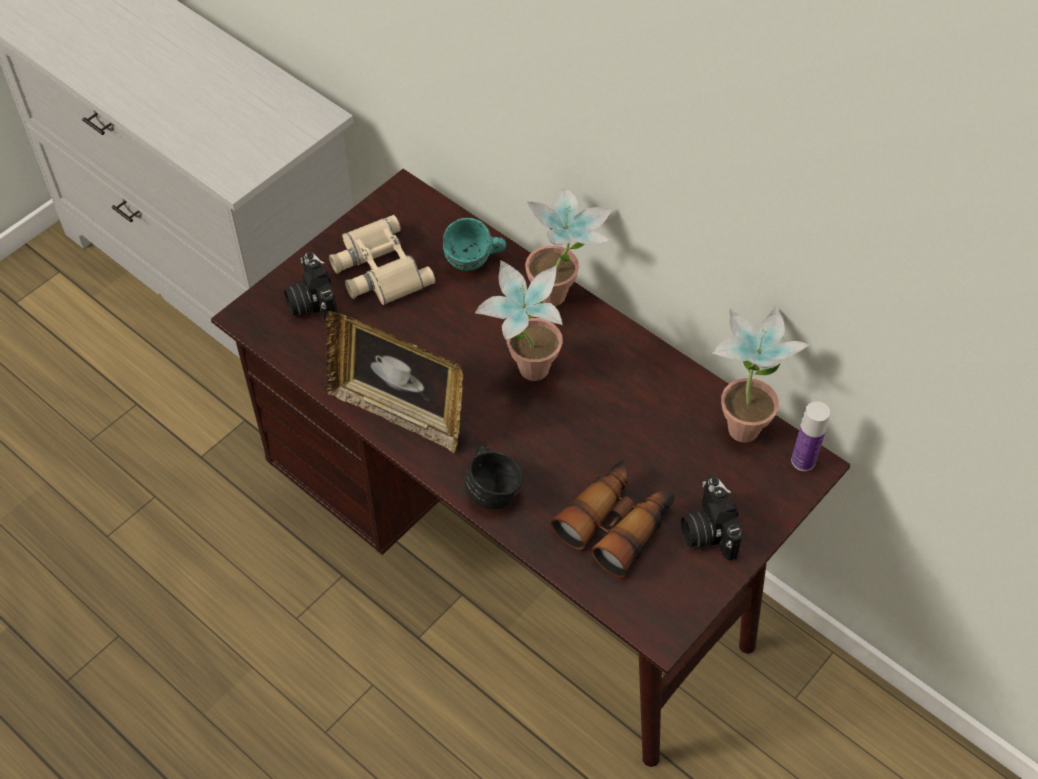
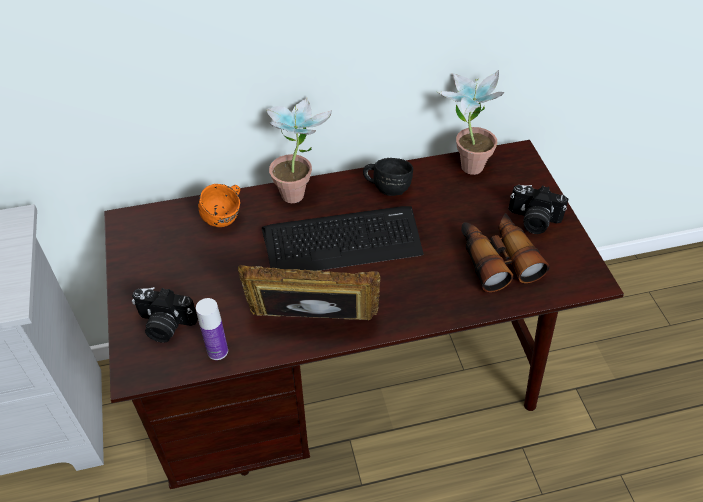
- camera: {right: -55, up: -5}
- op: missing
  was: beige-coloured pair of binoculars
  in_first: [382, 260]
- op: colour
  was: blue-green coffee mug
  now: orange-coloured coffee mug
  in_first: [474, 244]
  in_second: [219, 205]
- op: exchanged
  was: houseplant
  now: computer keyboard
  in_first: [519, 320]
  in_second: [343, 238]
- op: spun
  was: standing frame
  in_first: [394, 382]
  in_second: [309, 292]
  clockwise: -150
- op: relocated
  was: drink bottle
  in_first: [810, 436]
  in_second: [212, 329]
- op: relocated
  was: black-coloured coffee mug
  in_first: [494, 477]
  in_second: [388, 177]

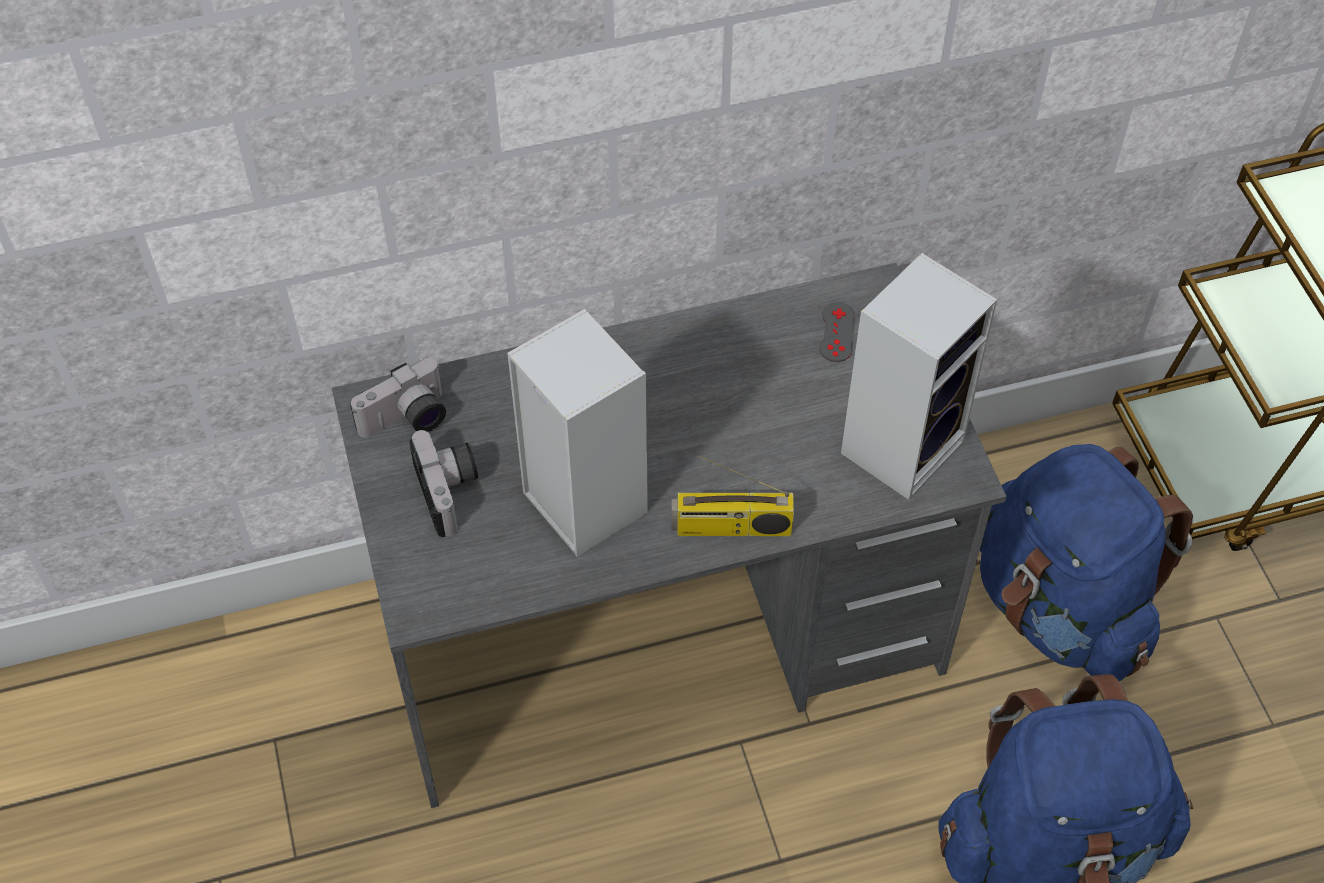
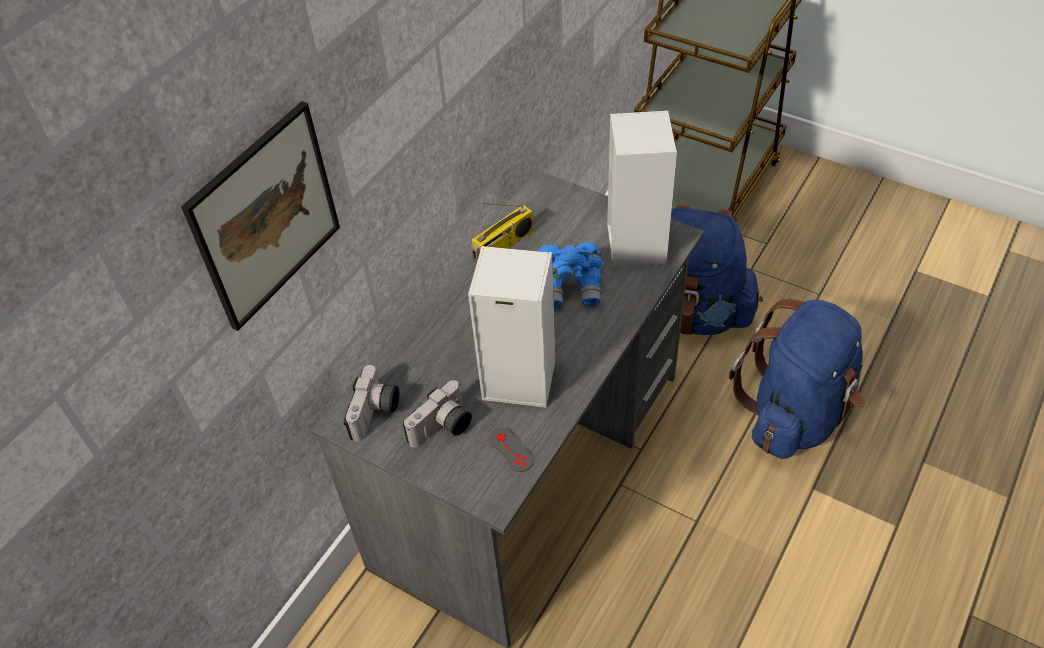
- camera: {right: -40, up: -5}
- op: relocated
  was: gray joypad
  in_first: [837, 332]
  in_second: [511, 450]
- op: spun
  was: photo camera
  in_first: [443, 483]
  in_second: [437, 414]
  clockwise: 105
- op: relocated
  was: radio set
  in_first: [732, 495]
  in_second: [502, 233]
- op: appeared
  now: picture
  in_second: [260, 216]
- op: appeared
  now: bluish pair of binoculars
  in_second: [571, 275]

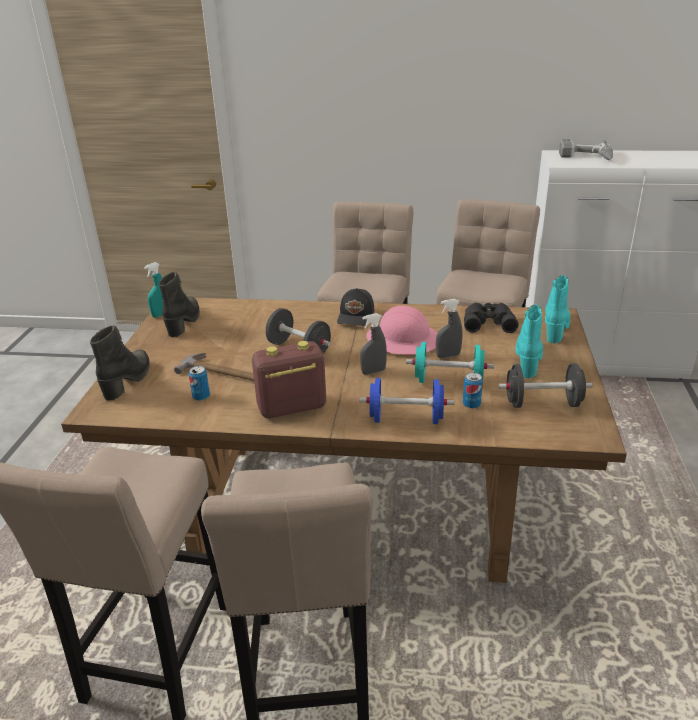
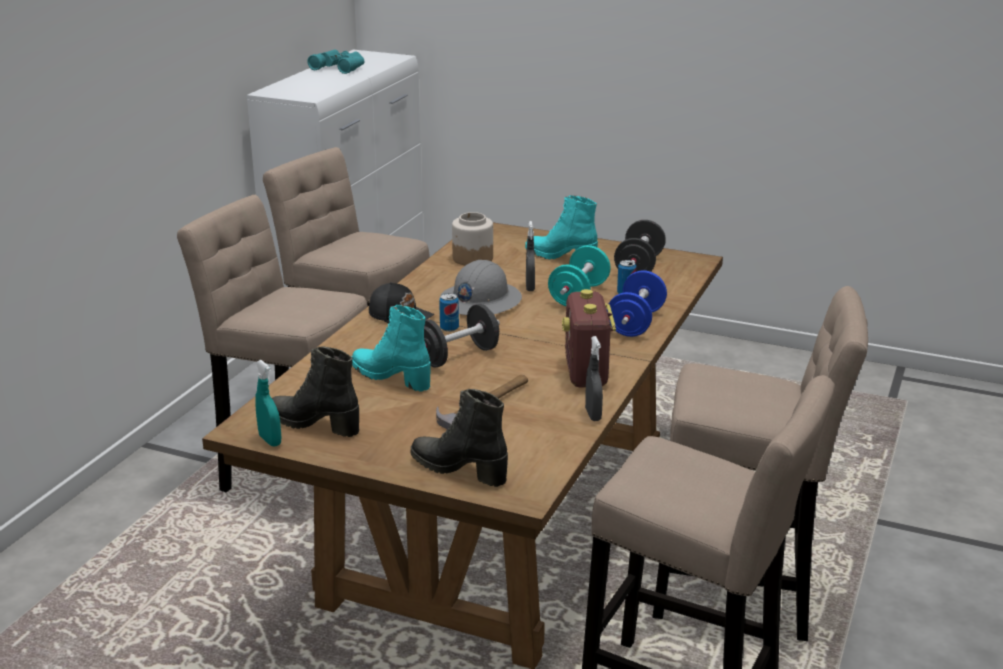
- camera: {right: -75, up: -5}
- op: missing
  was: drill
  in_first: [586, 149]
- op: relocated
  was: blue-green high-top boot
  in_first: [558, 309]
  in_second: [390, 348]
- op: exchanged
  was: black-coloured pair of binoculars
  now: storage jar
  in_first: [491, 318]
  in_second: [472, 238]
- op: colour
  was: pink-coloured work helmet
  now: gray work helmet
  in_first: [402, 330]
  in_second: [481, 287]
- op: relocated
  was: gray sprayer
  in_first: [373, 344]
  in_second: [594, 378]
- op: relocated
  was: can
  in_first: [199, 383]
  in_second: [449, 312]
- op: appeared
  now: blue-green pair of binoculars
  in_second: [335, 61]

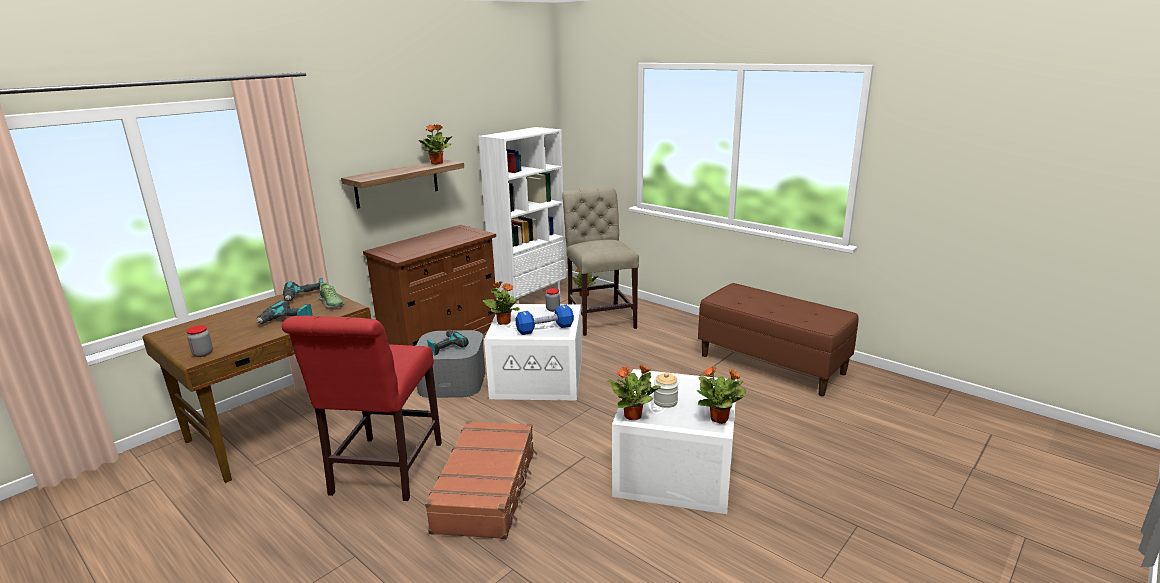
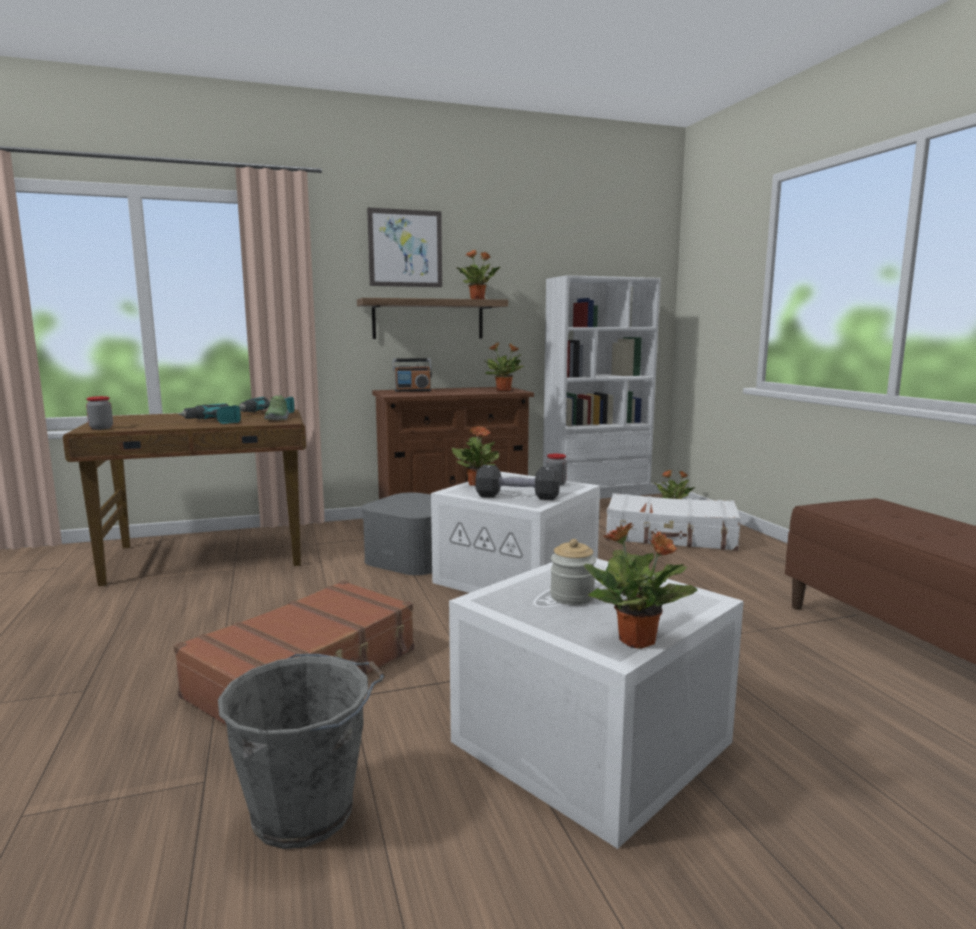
- camera: {right: 30, up: -10}
- op: exchanged
  was: beige-coloured upright chair
  now: whitish travel case
  in_first: [600, 261]
  in_second: [673, 522]
- op: colour
  was: bluish free weight
  now: black-coloured free weight
  in_first: [544, 320]
  in_second: [517, 482]
- op: missing
  was: red upright chair
  in_first: [362, 408]
- op: missing
  was: drill
  in_first: [447, 342]
- op: relocated
  was: houseplant
  in_first: [634, 392]
  in_second: [504, 366]
- op: appeared
  now: picture
  in_second: [404, 247]
- op: appeared
  now: radio set
  in_second: [412, 375]
- op: appeared
  now: gray water bucket
  in_second: [301, 751]

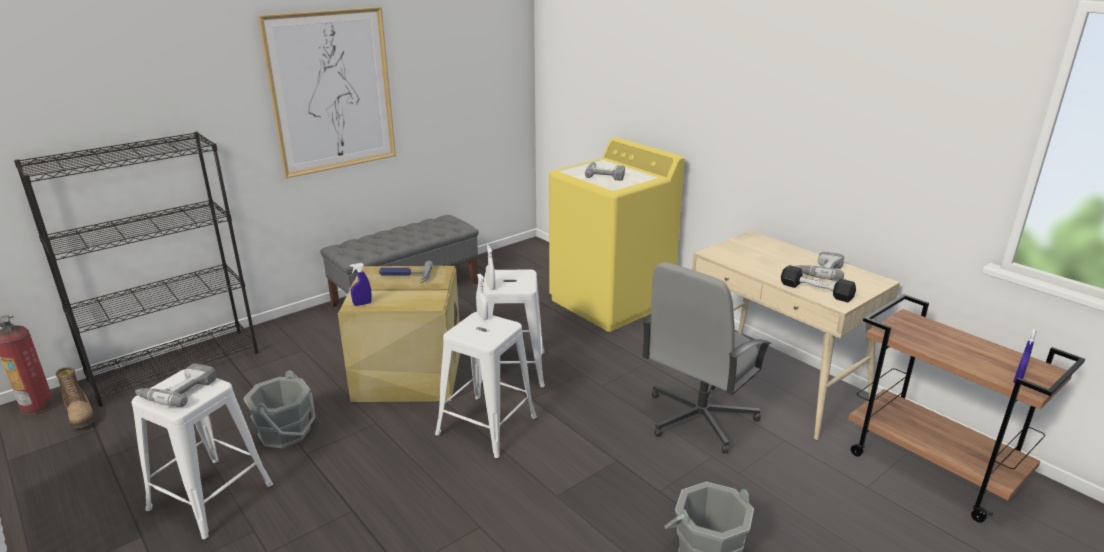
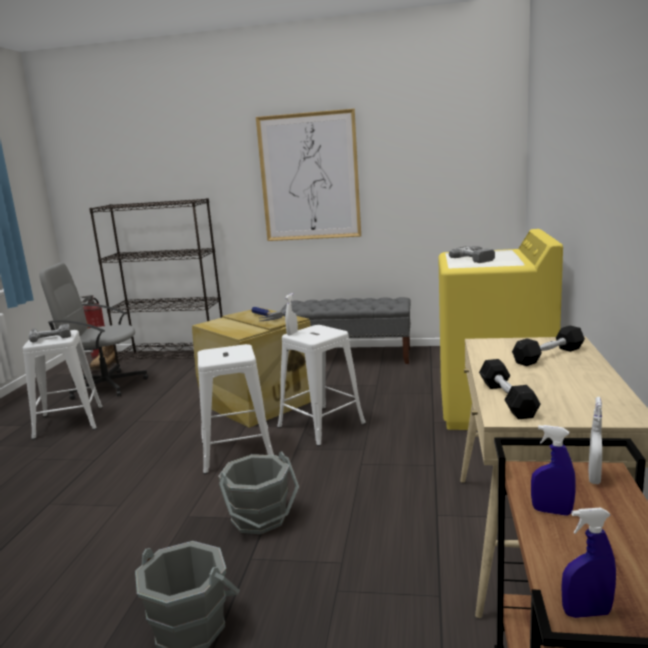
- camera: {right: 50, up: -10}
- op: missing
  was: drill
  in_first: [819, 266]
- op: relocated
  was: gray computer chair
  in_first: [707, 358]
  in_second: [93, 331]
- op: relocated
  was: bluish sprayer
  in_first: [361, 284]
  in_second: [553, 470]
- op: relocated
  was: whitish sprayer
  in_first: [482, 297]
  in_second: [595, 440]
- op: relocated
  was: gray water bucket
  in_first: [279, 409]
  in_second: [258, 493]
- op: appeared
  now: black-coloured free weight
  in_second: [548, 346]

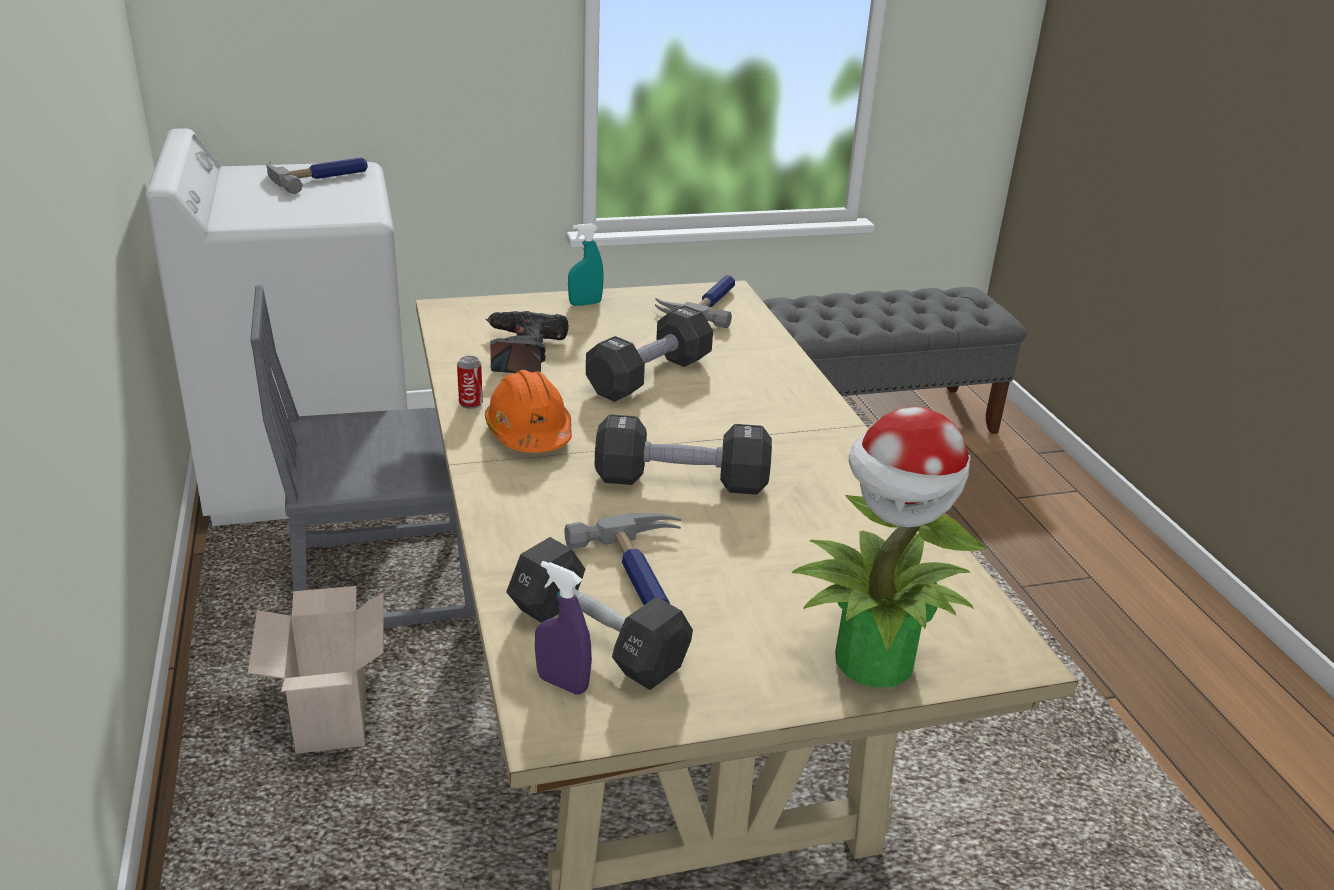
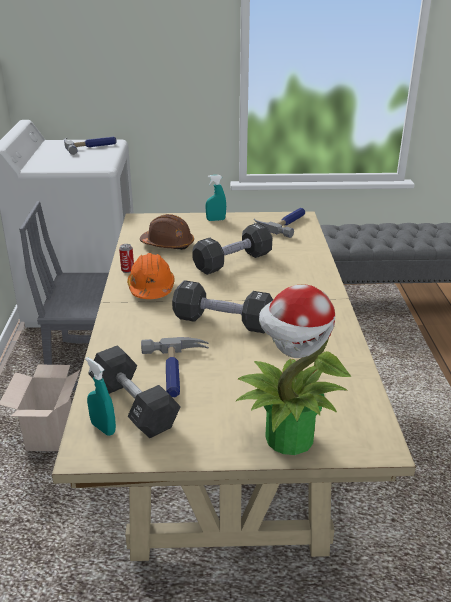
- camera: {right: 15, up: 0}
- op: exchanged
  was: drill
  now: brownish work helmet
  in_first: [527, 342]
  in_second: [167, 232]
- op: colour
  was: purple sprayer
  now: blue-green sprayer
  in_first: [563, 627]
  in_second: [100, 396]

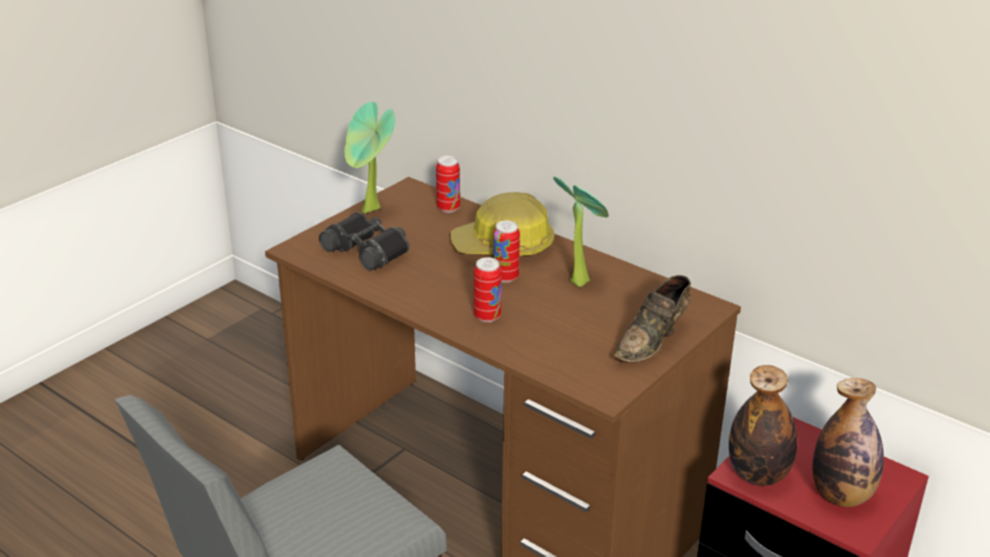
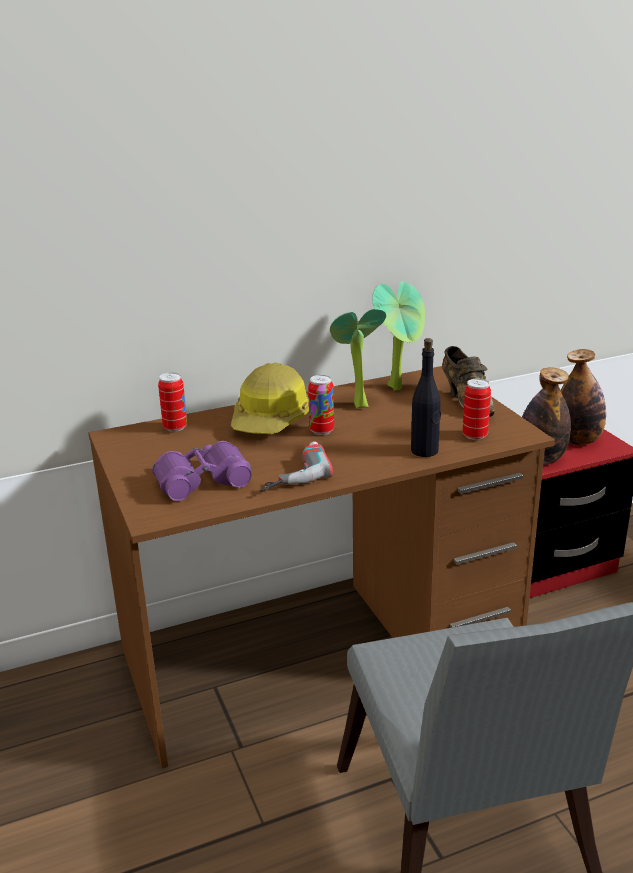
- camera: {right: -60, up: -5}
- op: relocated
  was: houseplant
  in_first: [370, 157]
  in_second: [398, 336]
- op: colour
  was: black-coloured pair of binoculars
  now: purple pair of binoculars
  in_first: [364, 241]
  in_second: [202, 471]
- op: relocated
  was: can
  in_first: [488, 289]
  in_second: [477, 409]
- op: appeared
  now: black-coloured drink bottle
  in_second: [426, 397]
- op: appeared
  now: drill
  in_second: [296, 466]

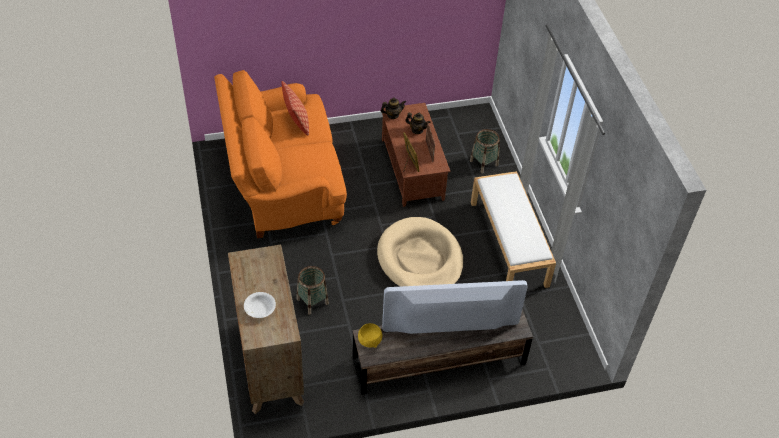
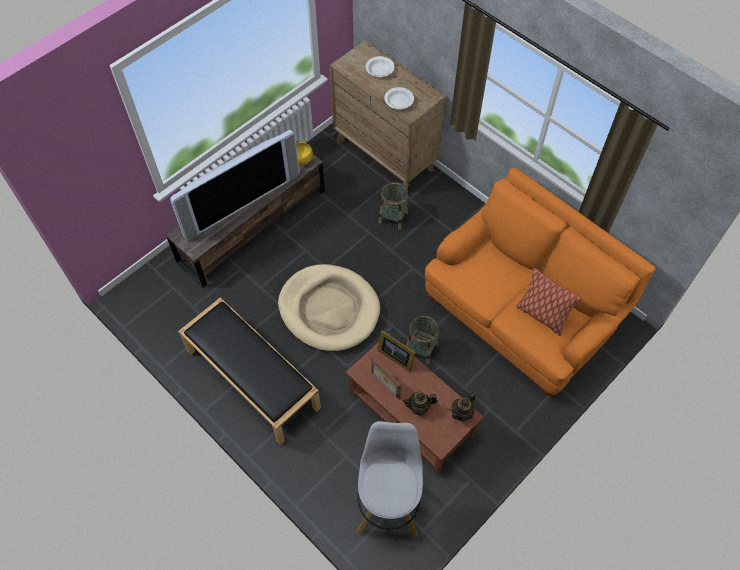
- camera: {right: 150, up: 10}
- op: relocated
  was: household basket
  in_first: [485, 151]
  in_second: [423, 339]
- op: colour
  was: whitish bench
  now: black-coloured bench
  in_first: [513, 229]
  in_second: [249, 371]
- op: appeared
  now: whitish bowl
  in_second: [399, 98]
- op: appeared
  now: whitish stool
  in_second: [389, 480]

